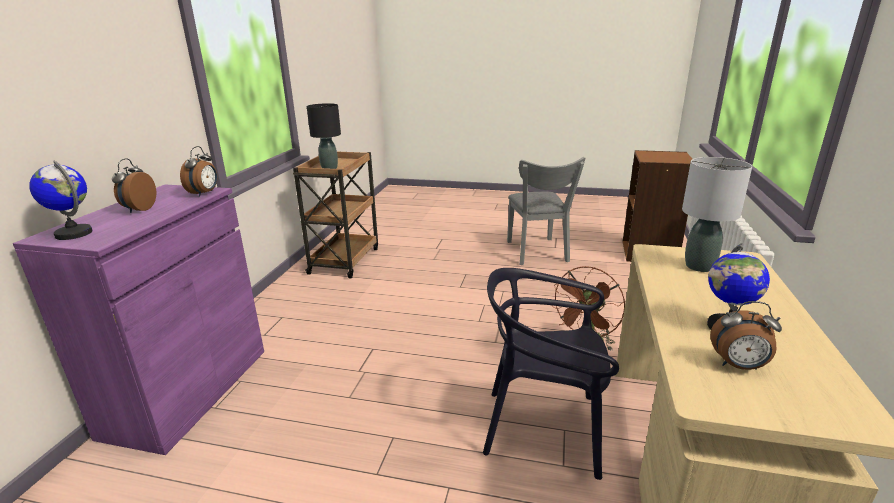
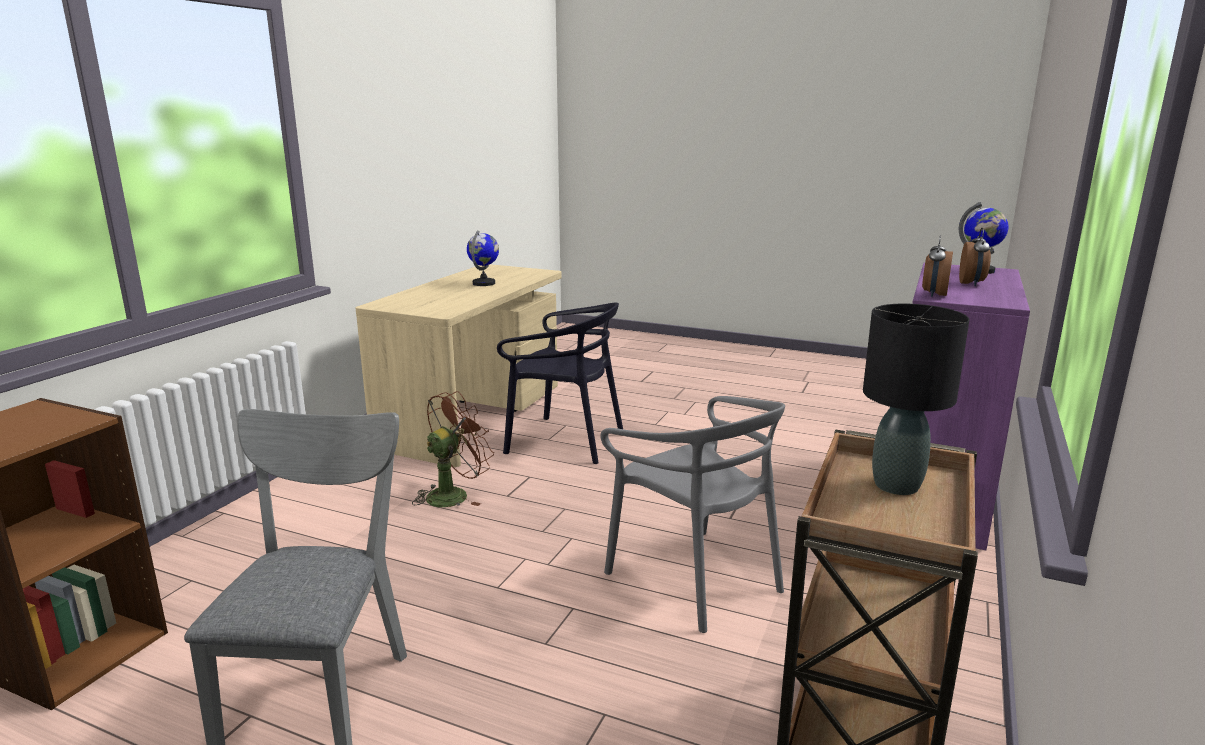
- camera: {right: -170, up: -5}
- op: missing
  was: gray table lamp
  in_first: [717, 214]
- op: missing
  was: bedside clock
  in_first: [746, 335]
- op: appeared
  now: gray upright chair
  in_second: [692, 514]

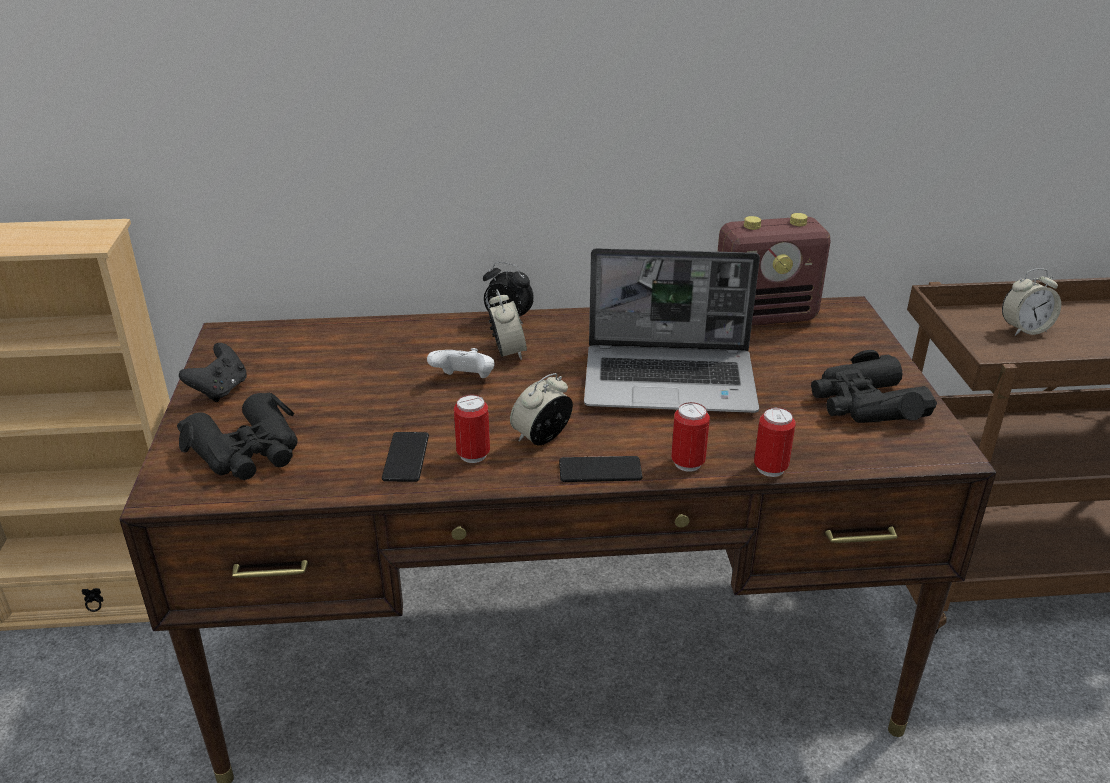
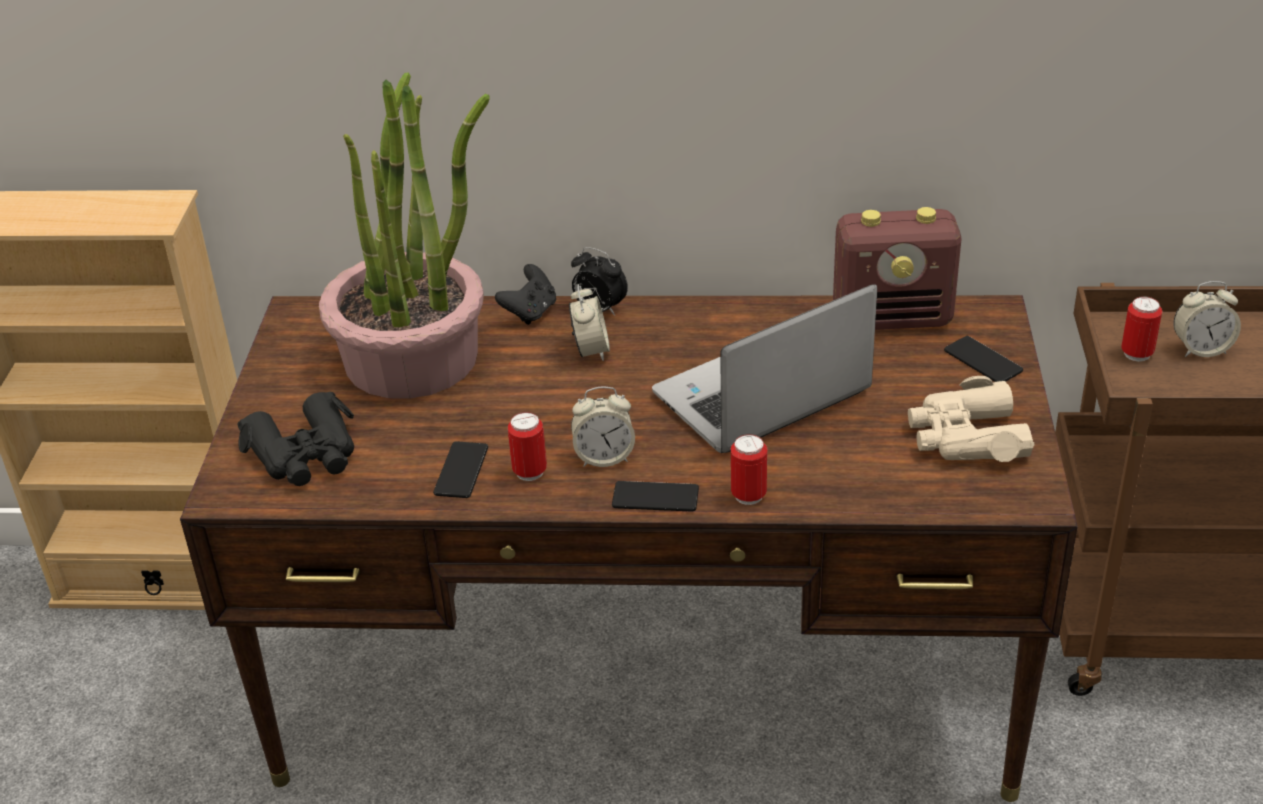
- camera: {right: 10, up: 5}
- op: spun
  was: laptop
  in_first: [672, 330]
  in_second: [764, 368]
  clockwise: 135
- op: relocated
  was: black-coloured joypad
  in_first: [213, 372]
  in_second: [525, 294]
- op: missing
  was: whitish joypad
  in_first: [461, 363]
- op: colour
  was: black-coloured pair of binoculars
  now: beige-coloured pair of binoculars
  in_first: [874, 386]
  in_second: [971, 419]
- op: spun
  was: bedside clock
  in_first: [541, 409]
  in_second: [603, 426]
  clockwise: -150
- op: relocated
  was: can
  in_first: [775, 442]
  in_second: [1141, 329]
- op: appeared
  now: houseplant
  in_second: [404, 235]
- op: appeared
  now: telephone
  in_second: [983, 359]

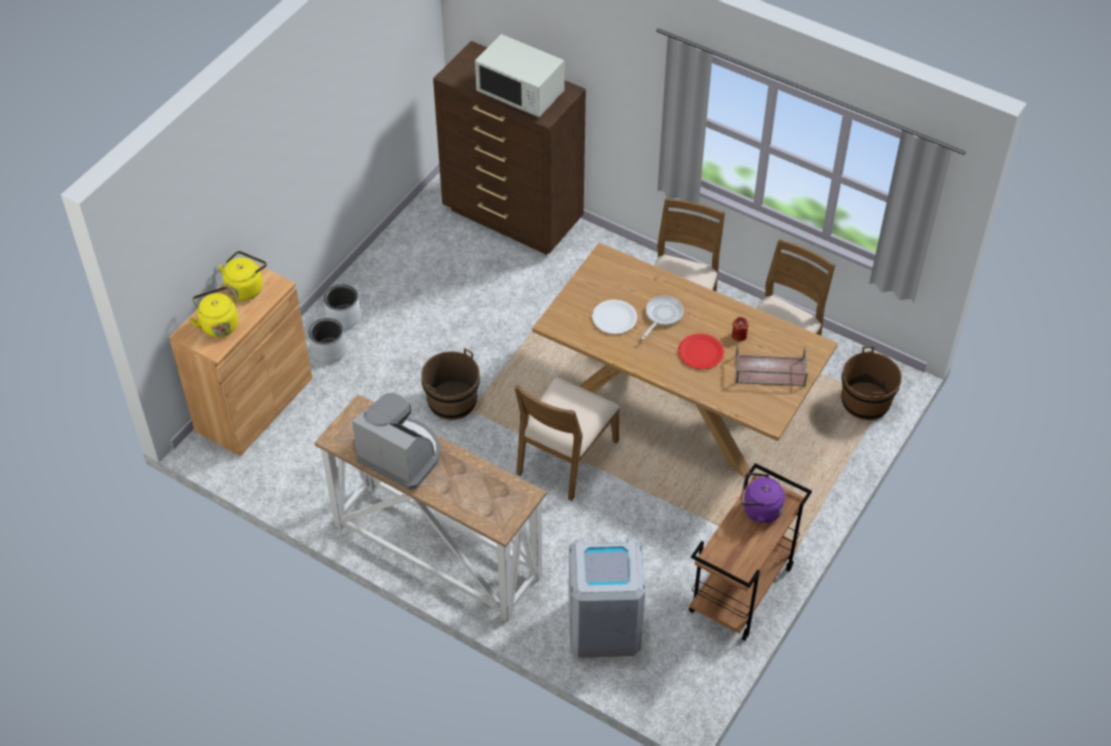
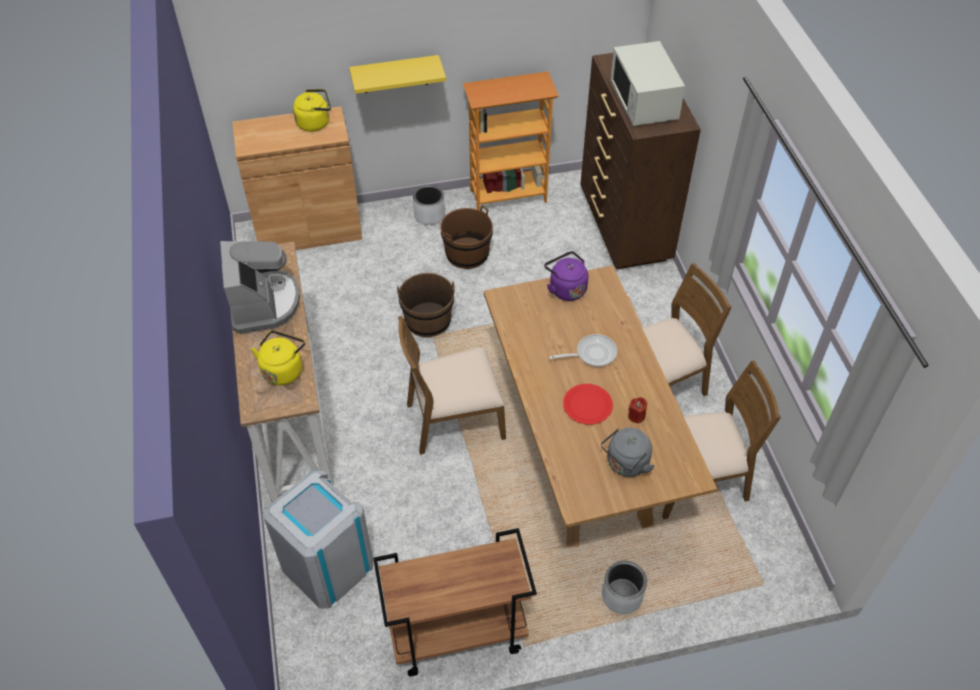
- camera: {right: 45, up: 0}
- op: relocated
  was: yellow-coloured kettle
  in_first: [213, 312]
  in_second: [278, 357]
- op: missing
  was: whitish dinner plate
  in_first: [614, 317]
- op: relocated
  was: gray plant pot
  in_first: [327, 340]
  in_second: [624, 587]
- op: exchanged
  was: brownish tray
  now: gray kettle
  in_first: [771, 364]
  in_second: [628, 452]
- op: relocated
  was: brownish water bucket
  in_first: [871, 383]
  in_second: [466, 237]
- op: relocated
  was: purple kettle
  in_first: [763, 498]
  in_second: [566, 276]
- op: appeared
  now: yellow-coloured bracket shelf
  in_second: [397, 74]
- op: appeared
  now: bookcase
  in_second: [511, 140]

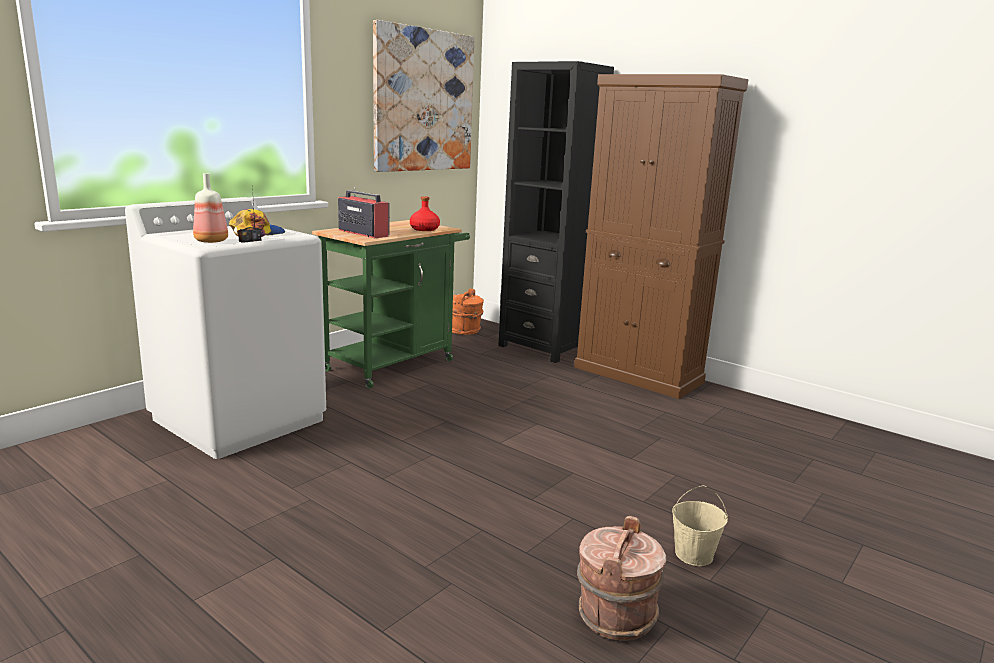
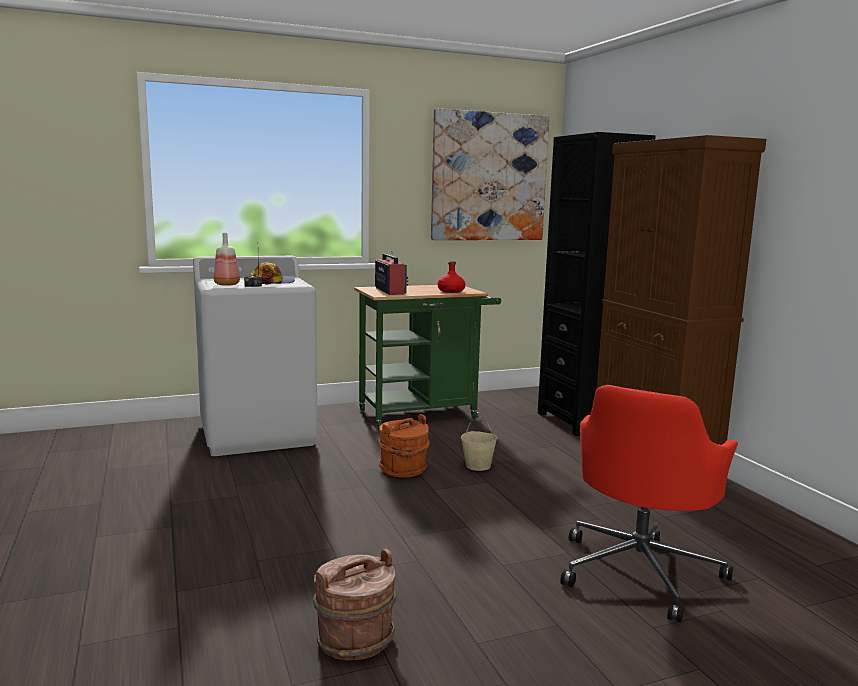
- camera: {right: 30, up: -5}
- op: relocated
  was: orange-coloured water bucket
  in_first: [468, 312]
  in_second: [404, 445]
- op: relocated
  was: beige-coloured water bucket
  in_first: [700, 525]
  in_second: [479, 443]
- op: appeared
  now: red computer chair
  in_second: [649, 504]

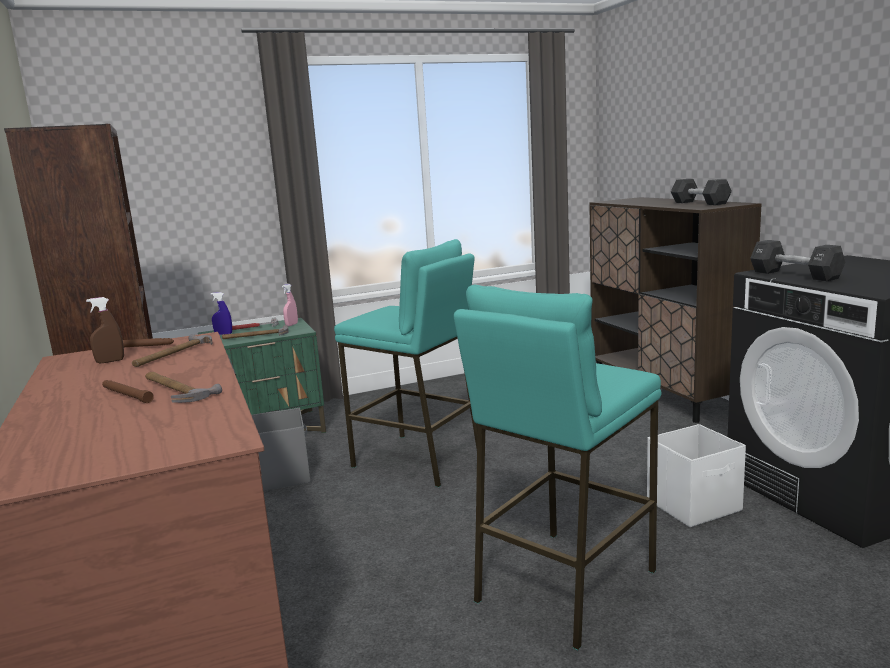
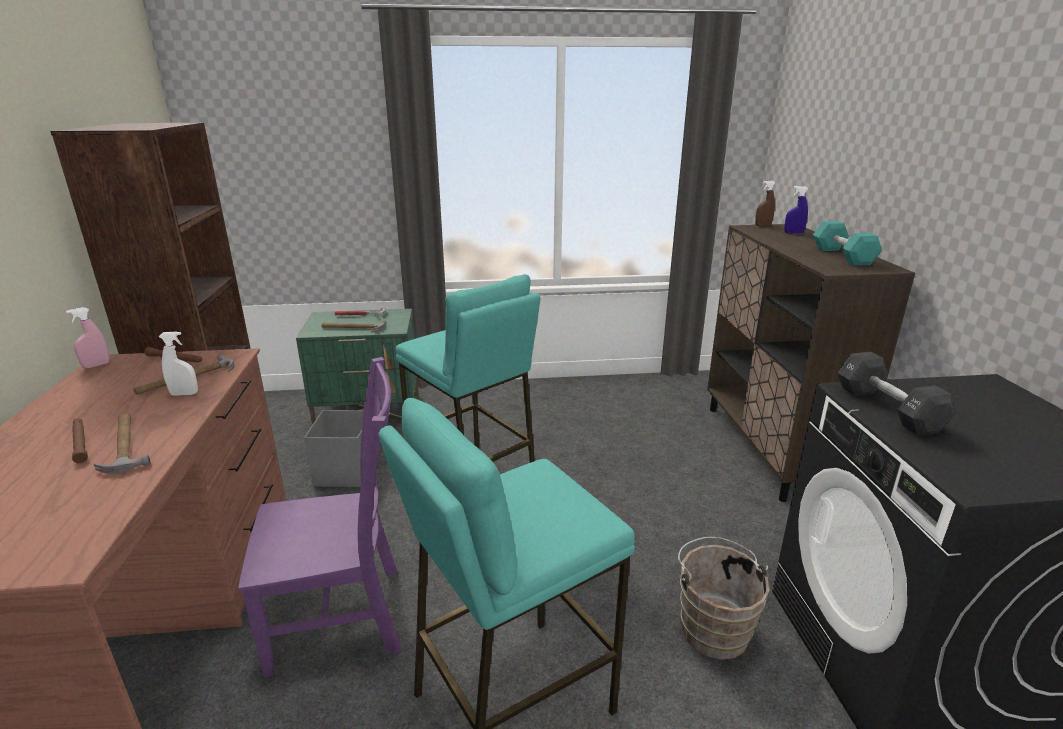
- camera: {right: 15, up: 10}
- op: colour
  was: black-coloured free weight
  now: blue-green free weight
  in_first: [701, 192]
  in_second: [847, 243]
- op: relocated
  was: pink-coloured sprayer
  in_first: [290, 305]
  in_second: [88, 338]
- op: relocated
  was: bluish sprayer
  in_first: [221, 313]
  in_second: [796, 210]
- op: relocated
  was: brownish sprayer
  in_first: [105, 330]
  in_second: [765, 203]
- op: exchanged
  was: whitish storage bin
  now: brownish water bucket
  in_first: [696, 475]
  in_second: [723, 598]
- op: appeared
  now: whitish sprayer
  in_second: [178, 363]
- op: appeared
  now: purple upright chair
  in_second: [319, 517]

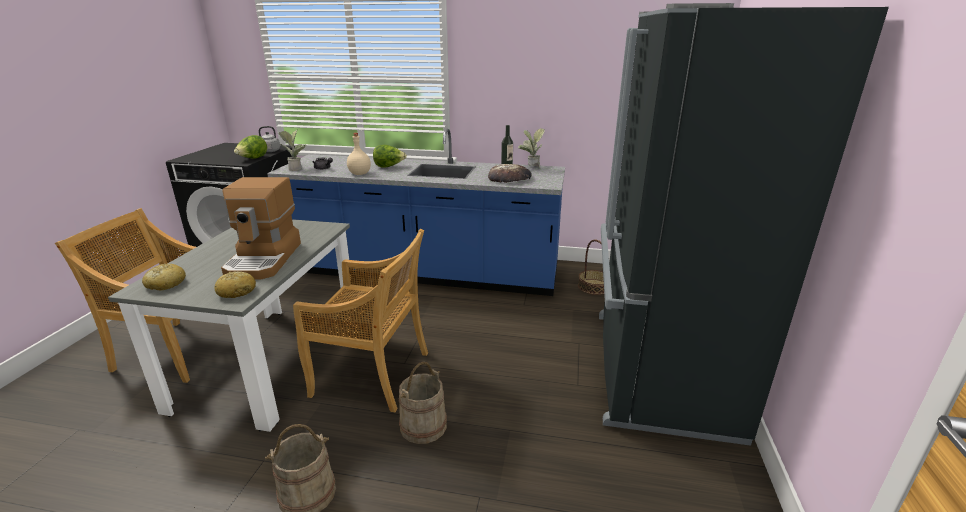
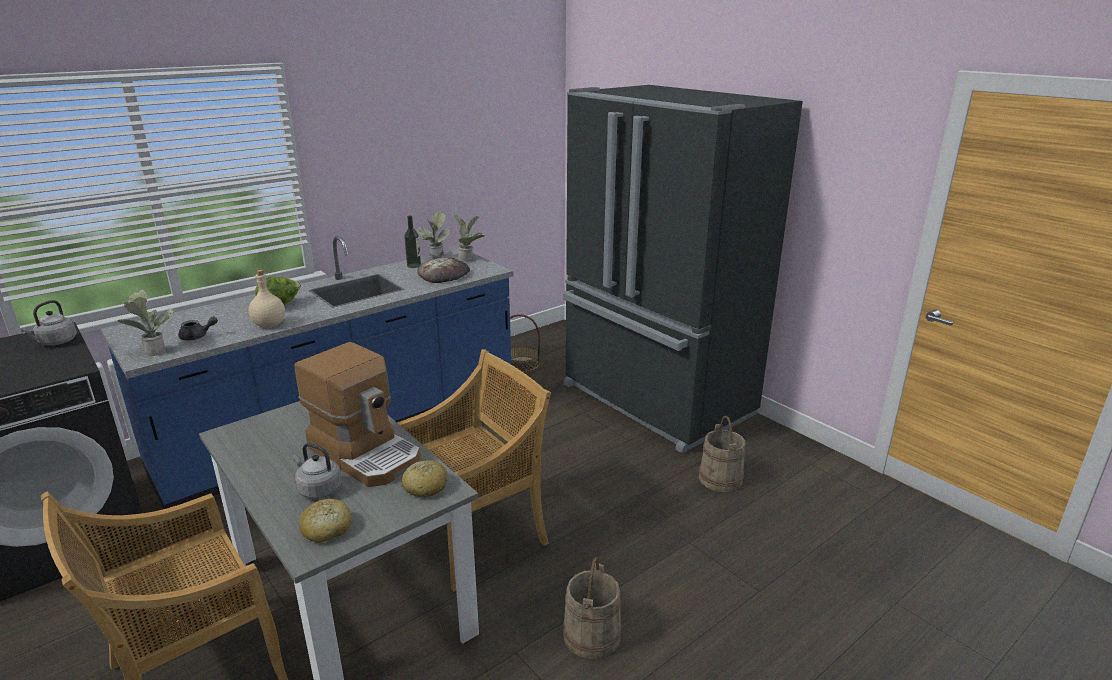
- camera: {right: -50, up: 0}
- op: missing
  was: lettuce
  in_first: [250, 147]
- op: relocated
  was: beige-coloured water bucket
  in_first: [423, 403]
  in_second: [722, 454]
- op: appeared
  now: houseplant
  in_second: [469, 238]
- op: appeared
  now: gray kettle
  in_second: [317, 471]

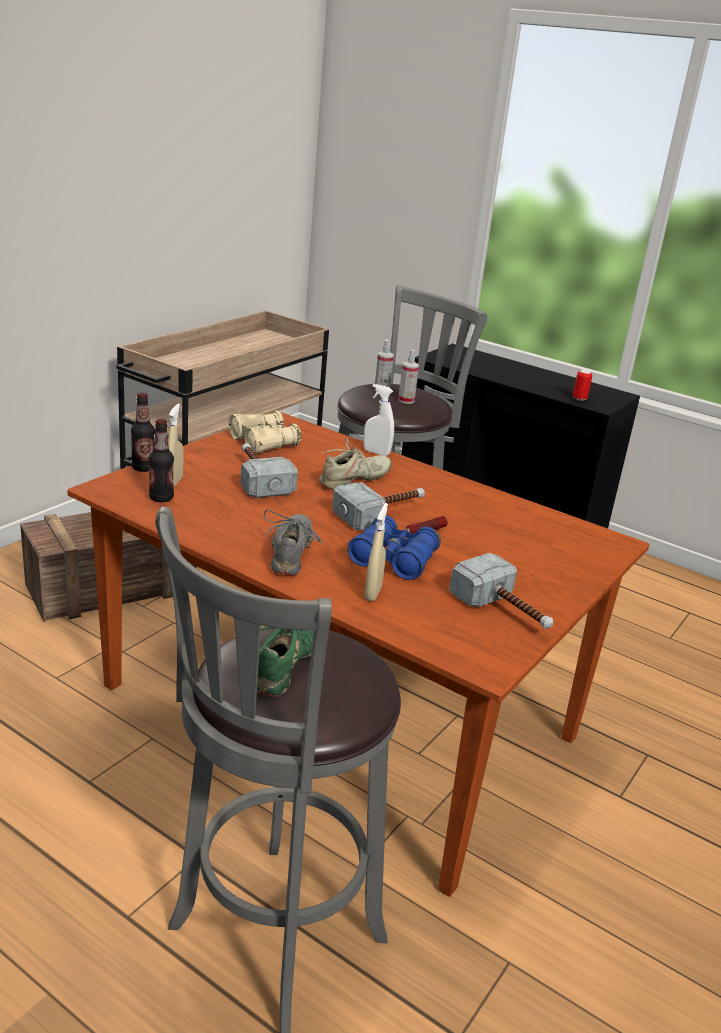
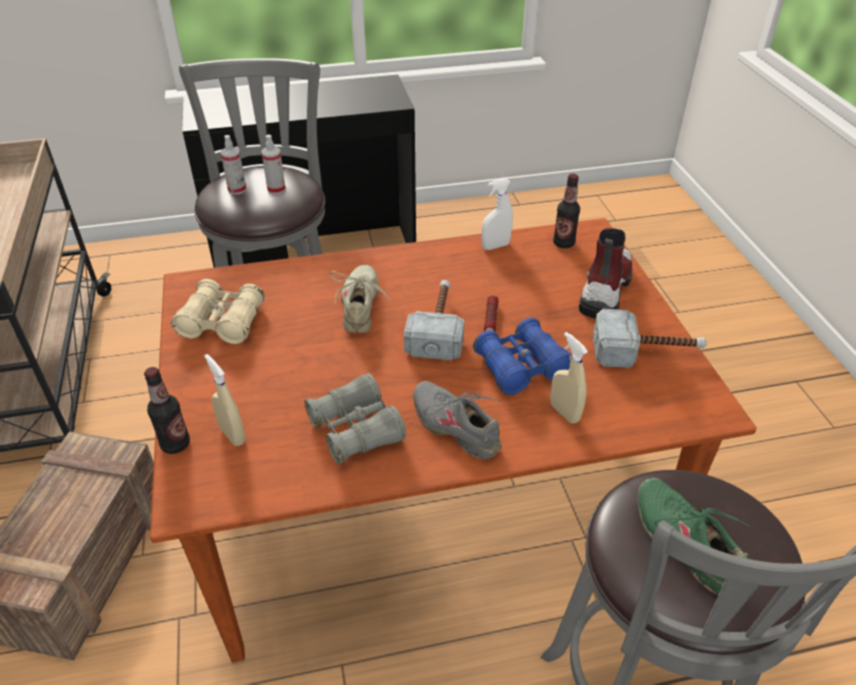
- camera: {right: -45, up: 15}
- op: missing
  was: can
  in_first: [582, 385]
- op: relocated
  was: whitish sprayer
  in_first: [379, 420]
  in_second: [497, 214]
- op: relocated
  was: drink bottle
  in_first: [161, 460]
  in_second: [566, 210]
- op: missing
  was: hand hammer
  in_first: [269, 470]
- op: appeared
  now: high-top boot
  in_second: [605, 273]
- op: appeared
  now: gray pair of binoculars
  in_second: [355, 418]

